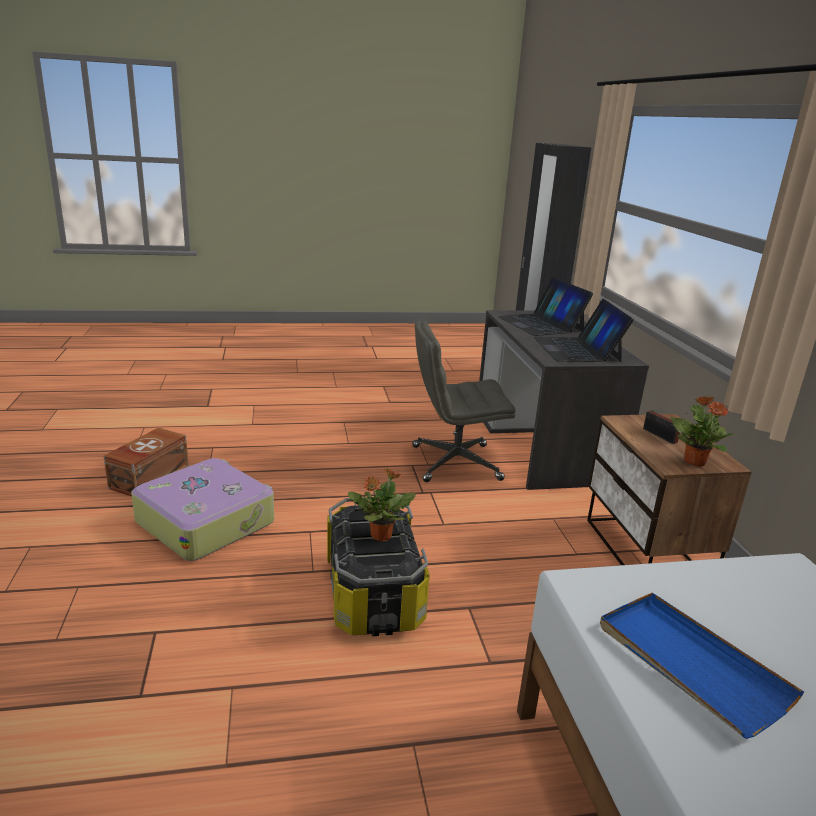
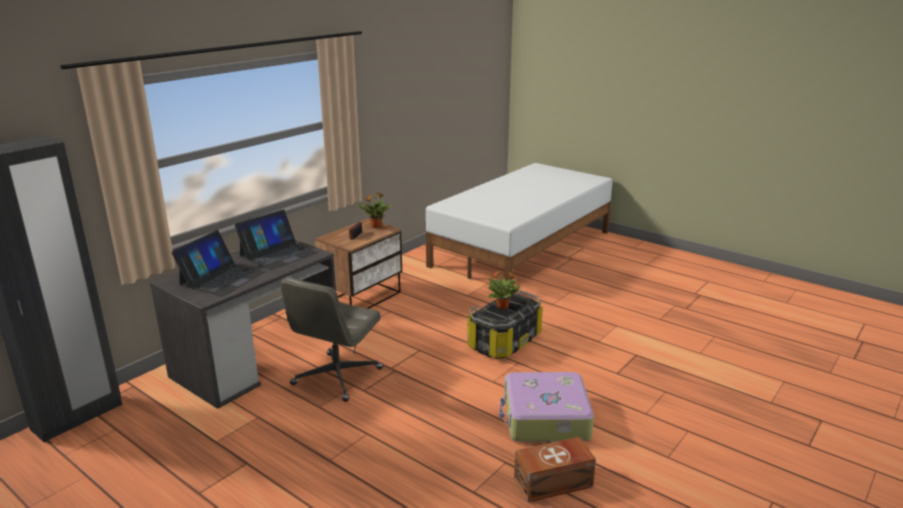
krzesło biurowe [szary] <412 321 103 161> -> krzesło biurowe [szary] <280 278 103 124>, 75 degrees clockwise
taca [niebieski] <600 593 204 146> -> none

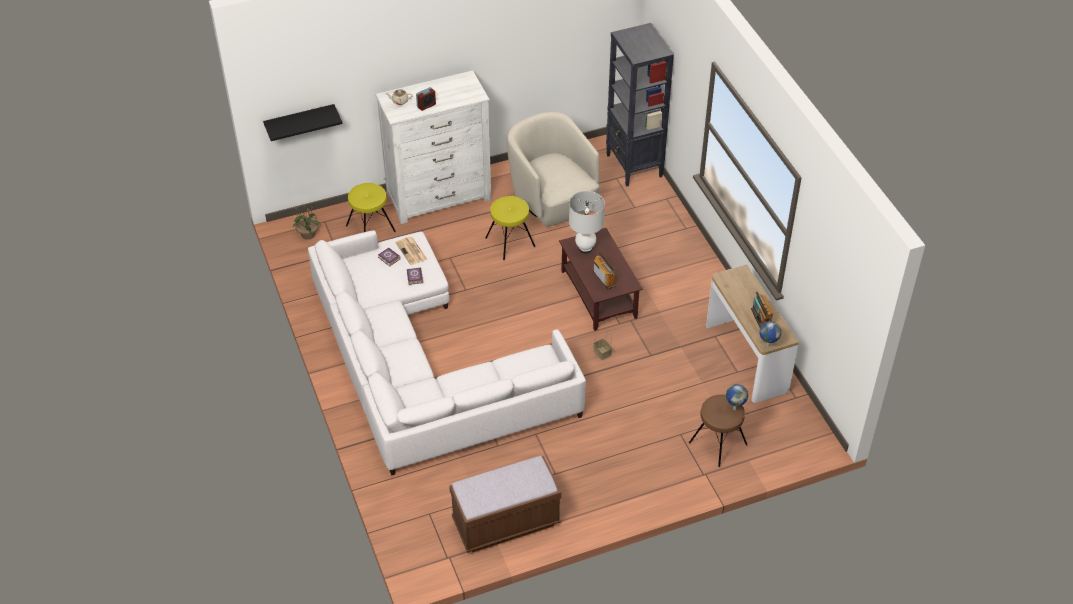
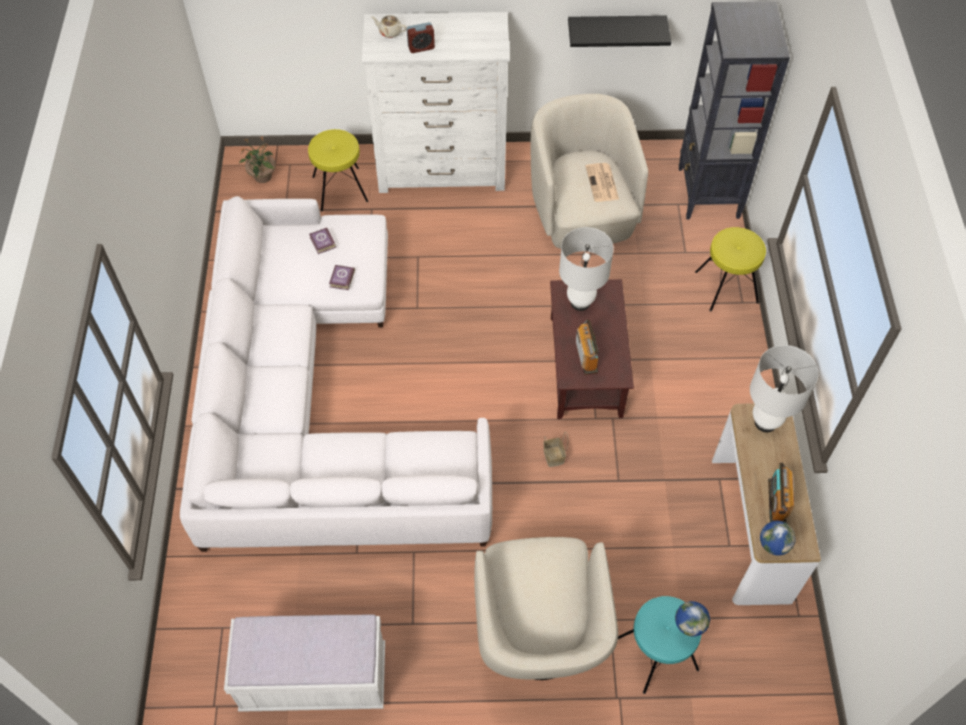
półka [czarny] <263 104 80 37> -> półka [czarny] <568 15 103 32>, shifted
gazeta <395 237 32 28> -> gazeta <586 163 33 39>, shifted
ławka [brązowy] <449 456 112 97> -> ławka [biały] <224 615 161 97>
stołek [żółty] <485 196 50 64> -> stołek [żółty] <695 227 71 85>, shifted
stołek [brązowy] <689 395 58 72> -> stołek [turkusowy] <618 596 83 98>
none -> fotel [beżowy] <474 537 144 143>
none -> lampa stołowa [biały] <750 345 68 87>

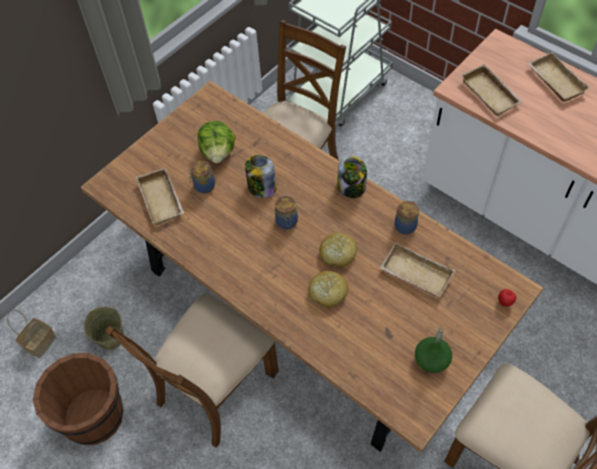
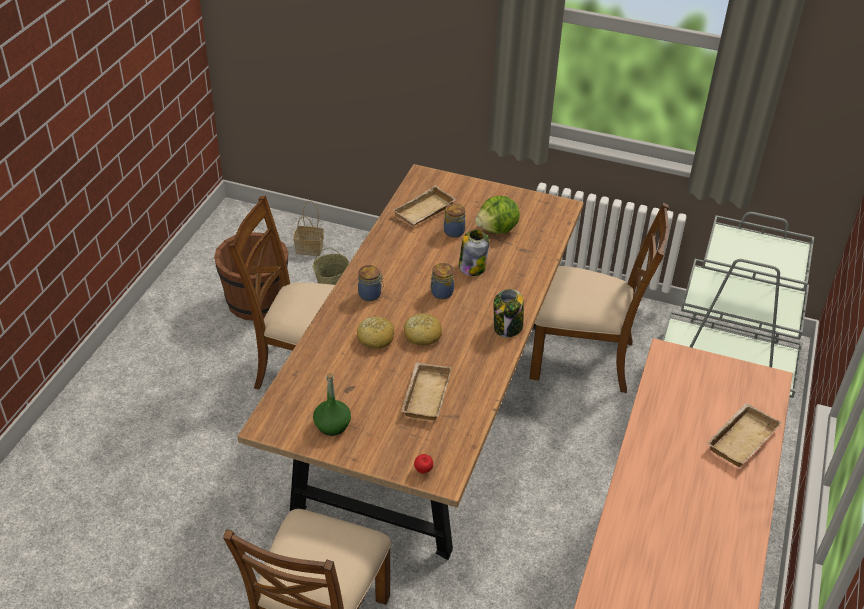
słoik <395 201 24 33> -> słoik <358 265 26 36>, shifted
taca [beżowy] <461 64 62 53> -> none

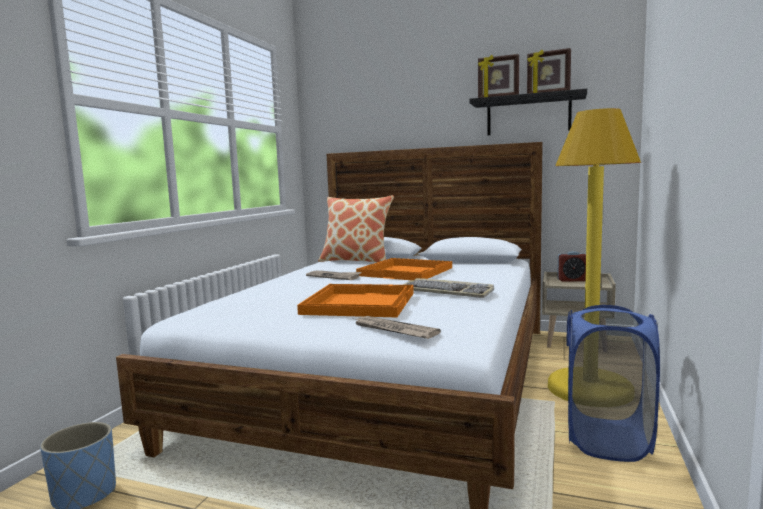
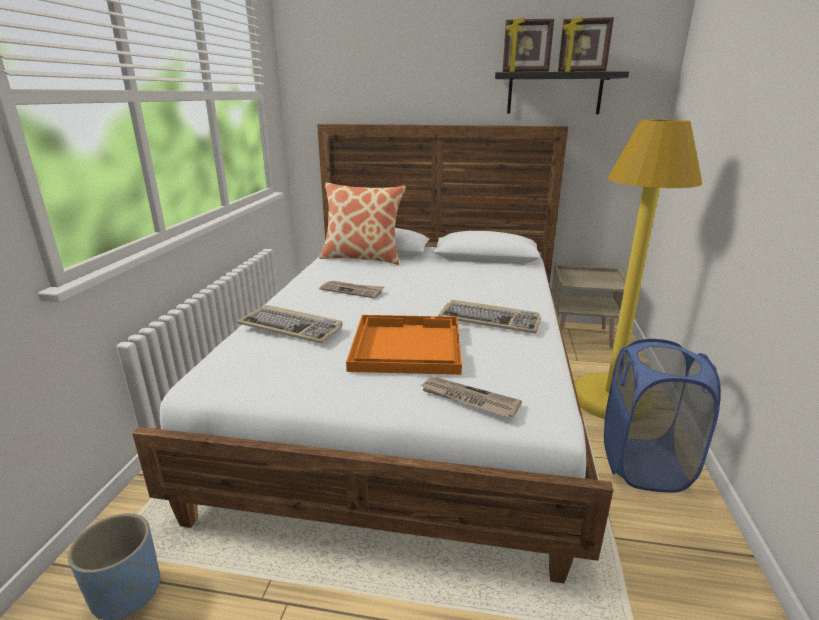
taca [pomarańczowy] <356 258 96 22> -> none
budzik <557 251 29 31> -> none
none -> klawiatura <237 305 106 39>

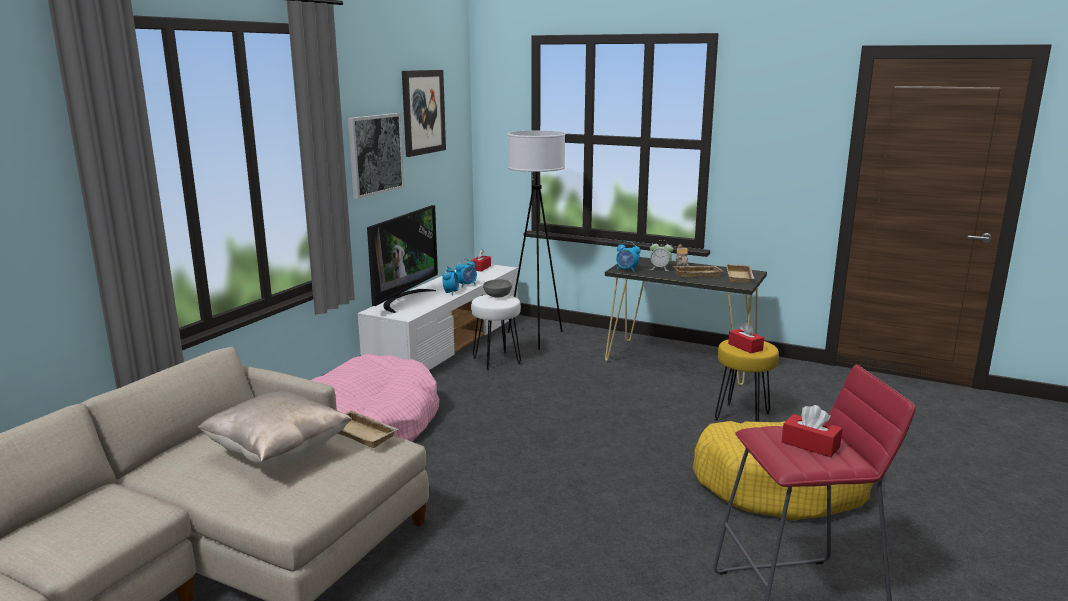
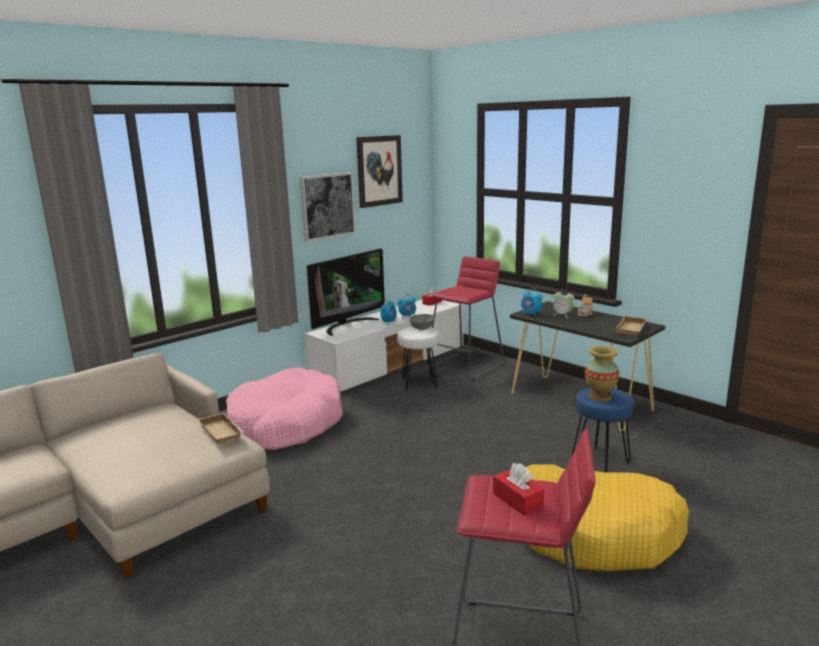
poduszka [beżowy] <198 391 154 75> -> none
lampa stojąca [biały] <508 131 57 219> -> stołek [czerwony] <427 256 77 125>
taca [beżowy] <673 266 50 11> -> none
stołek [żółty] <715 339 64 83> -> stołek [niebieski] <572 388 62 85>
pudełko chusteczek [czerwony] <728 322 36 31> -> wazon <585 346 34 55>

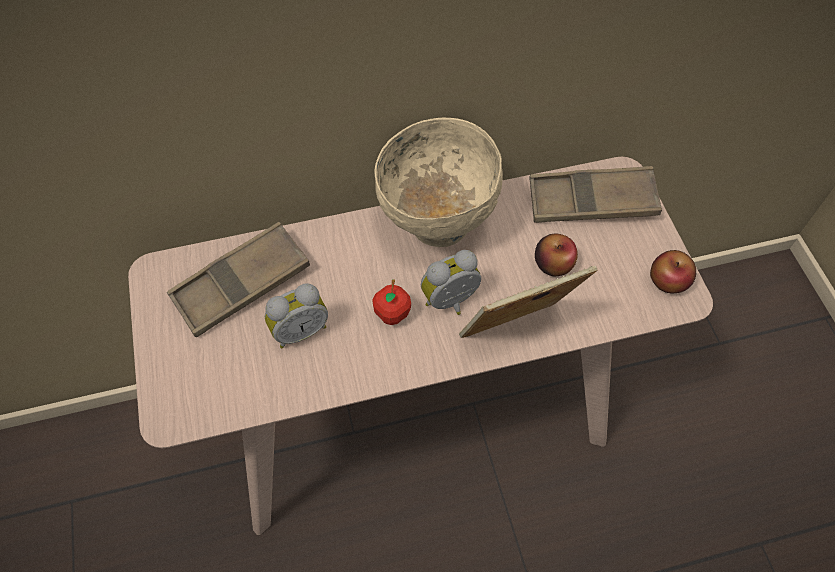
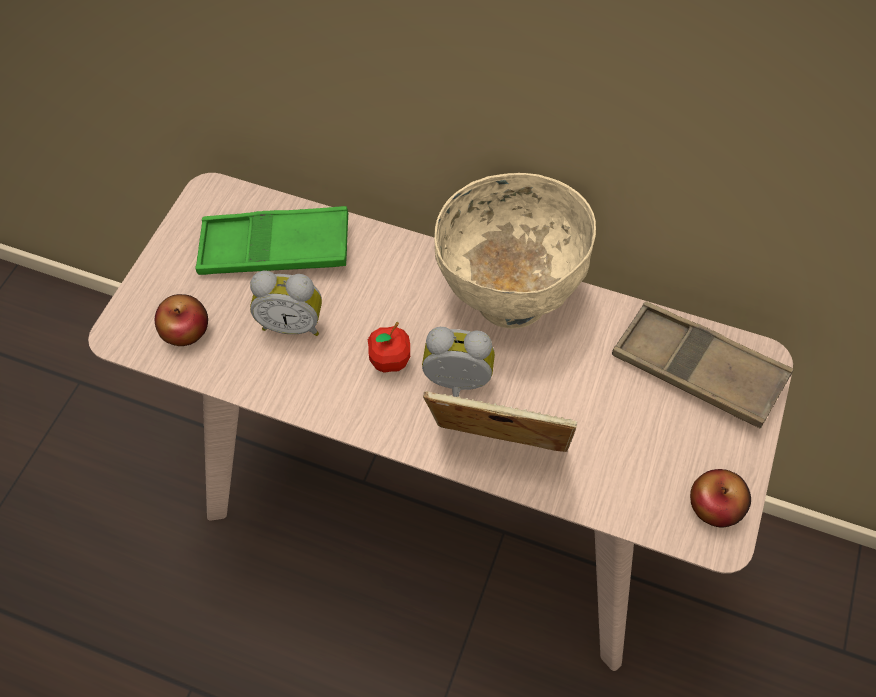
taca [brązowy] <167 222 143 115> -> taca [zielony] <195 206 153 69>
jabłko <535 233 43 43> -> jabłko <155 294 53 52>, shifted

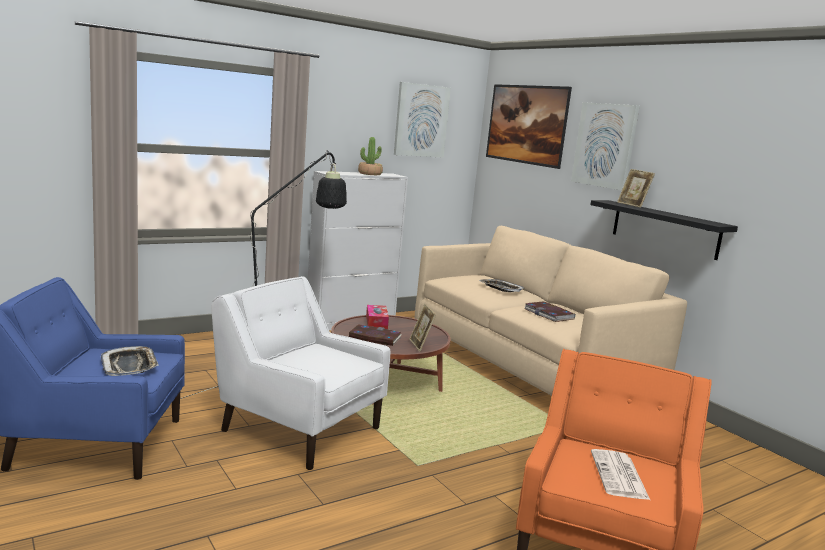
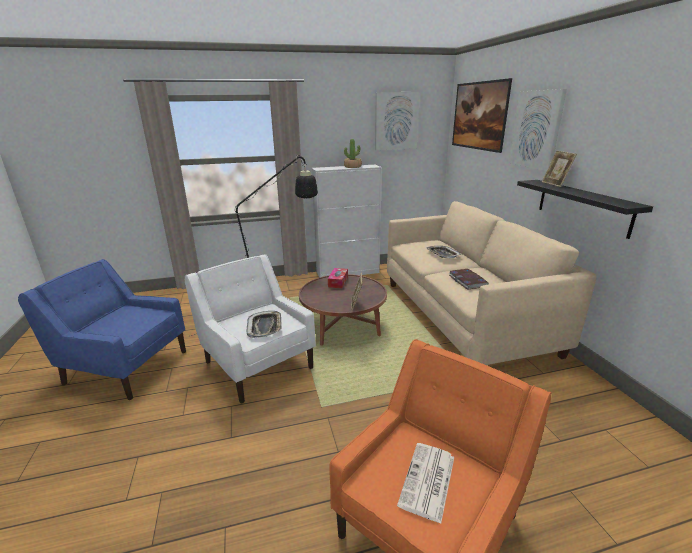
taca <101 346 57 30> -> taca <246 311 36 27>, shifted
książka <348 324 54 22> -> none

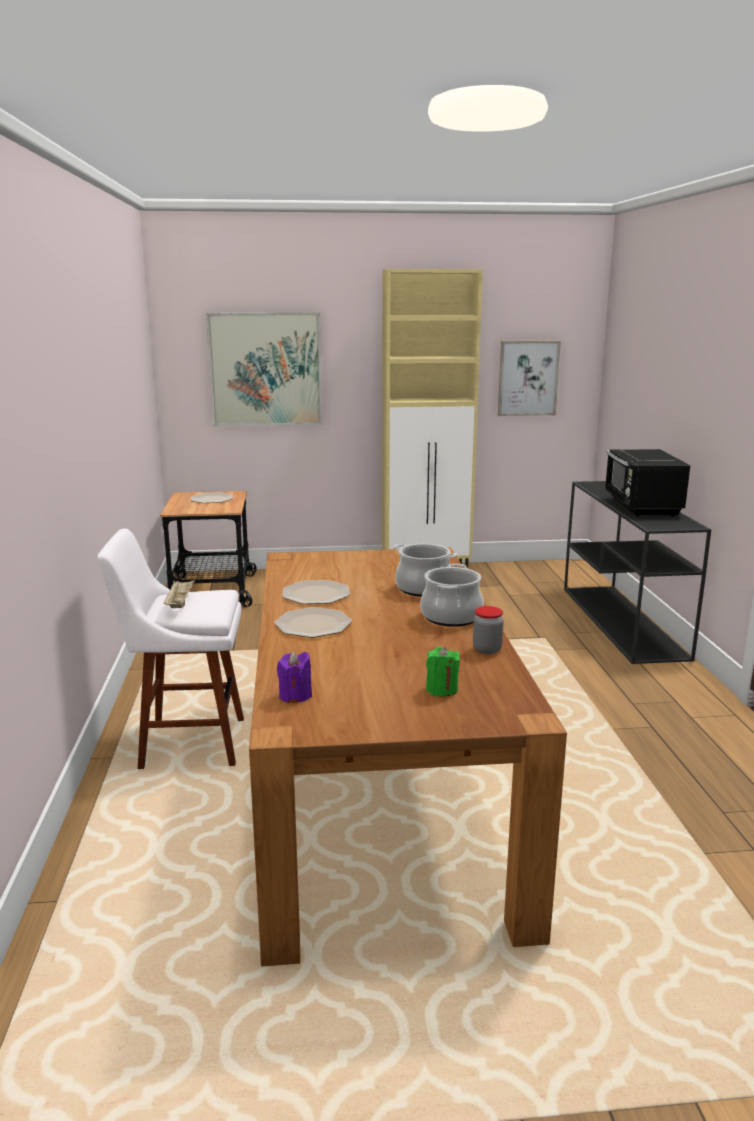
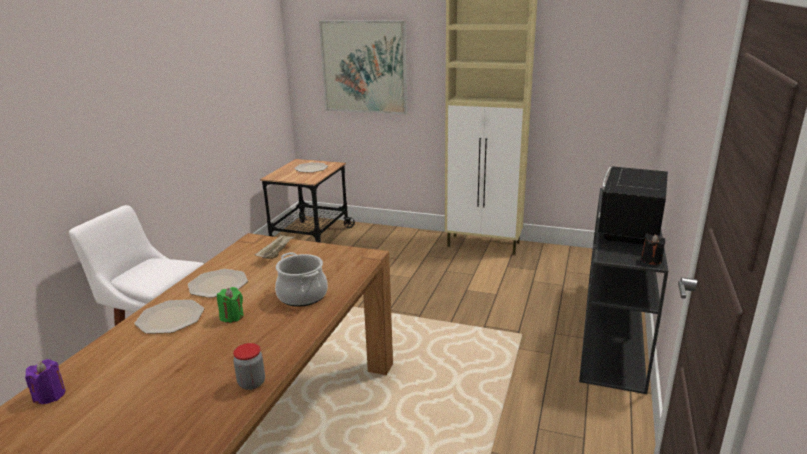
taca [beżowy] <163 580 32 28> -> taca [beżowy] <254 234 42 25>, shifted
garnek <420 564 64 63> -> none
świeca [zielony] <426 647 34 50> -> świeca [zielony] <217 287 27 36>, shifted
obraz <498 341 63 75> -> none
none -> świeca [czarny] <641 234 24 31>

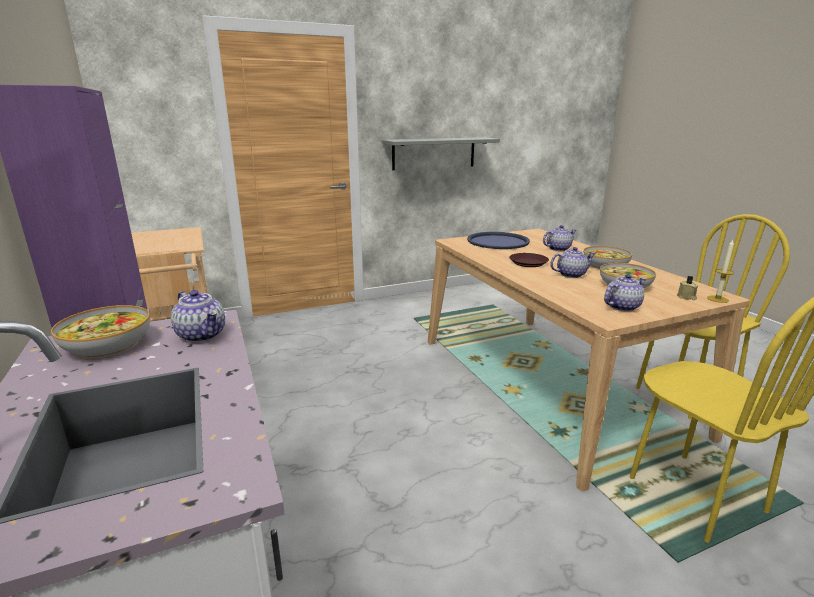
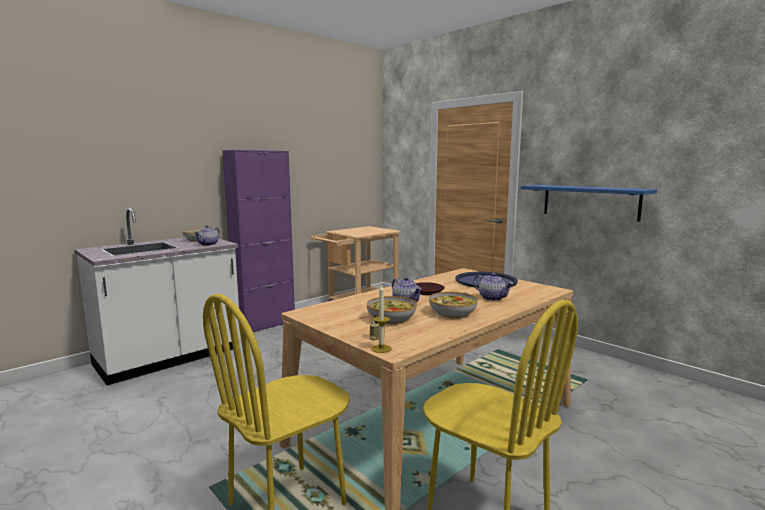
półka [szary] <381 137 119 33> -> półka [niebieski] <521 185 136 37>
imbryk <604 274 42 37> -> none

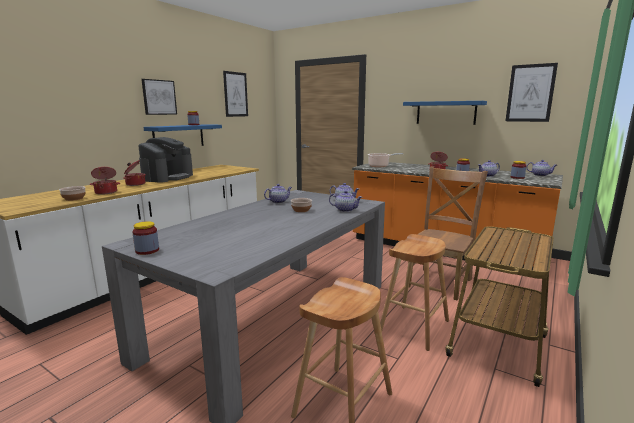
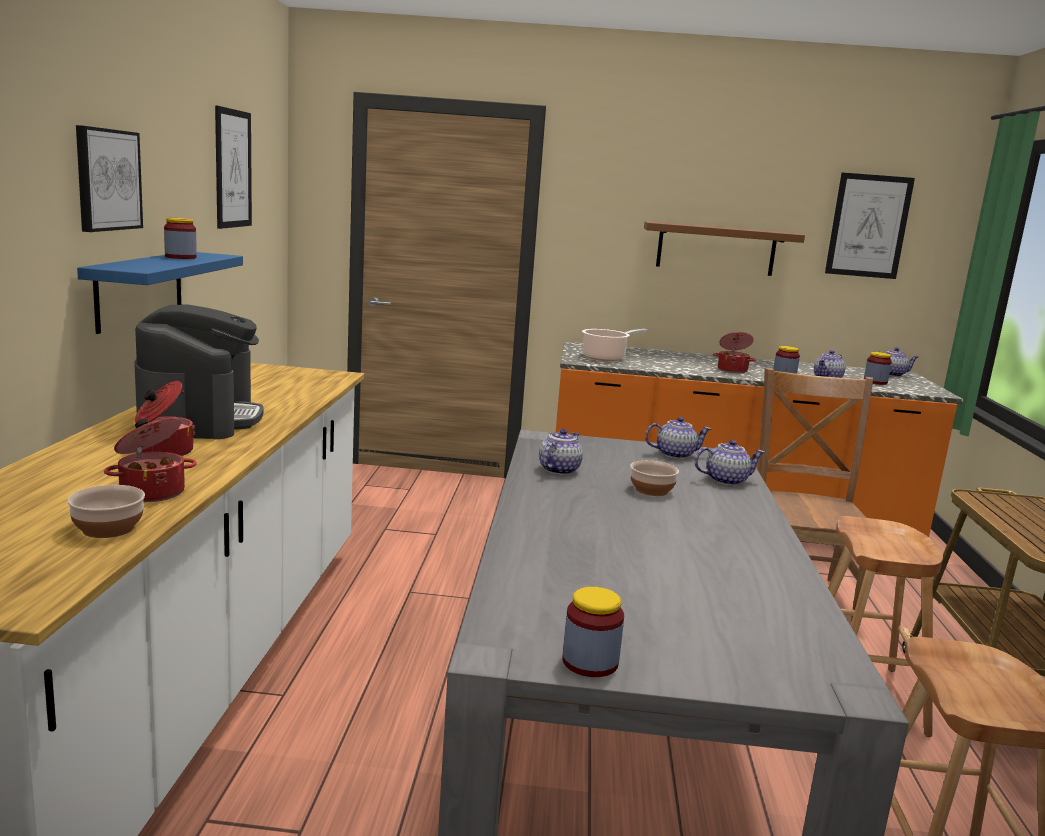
półka [niebieski] <403 101 84 24> -> półka [brązowy] <644 221 161 55>

